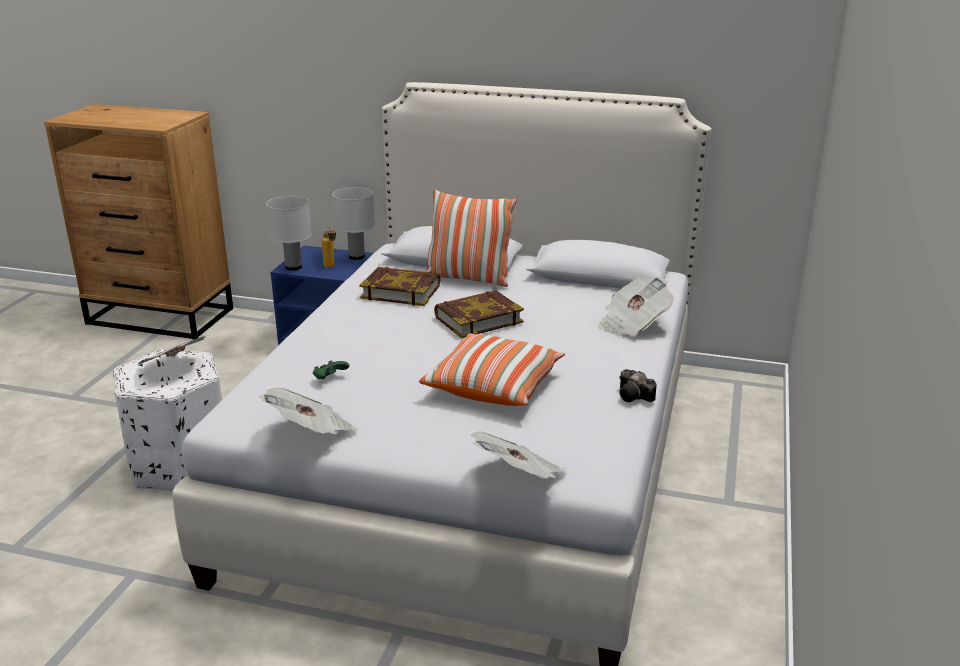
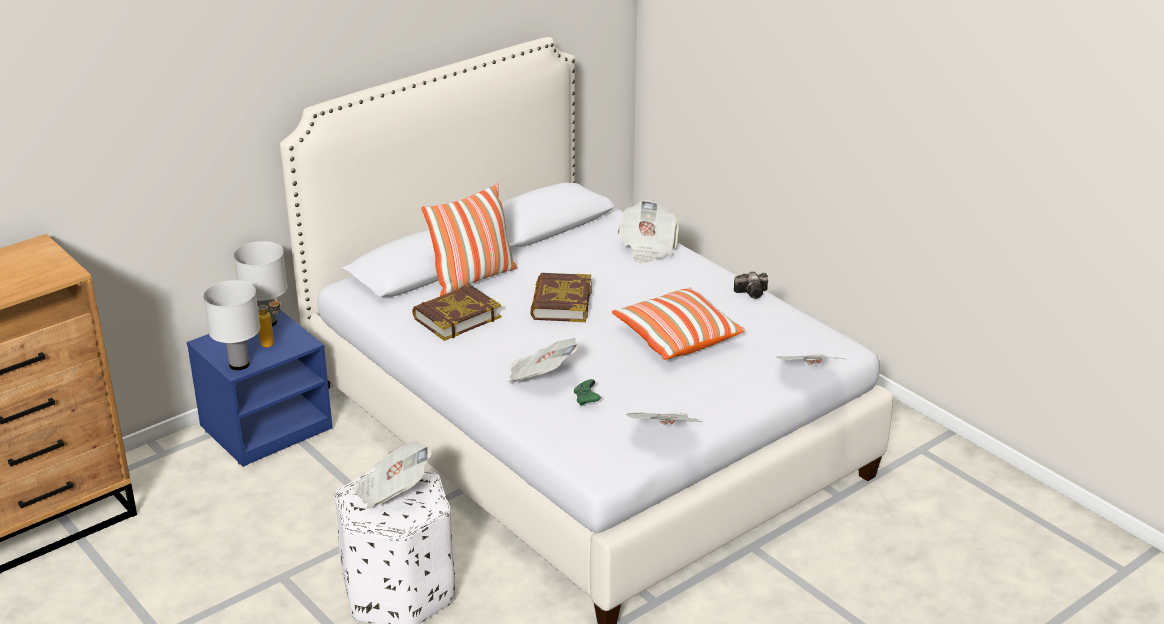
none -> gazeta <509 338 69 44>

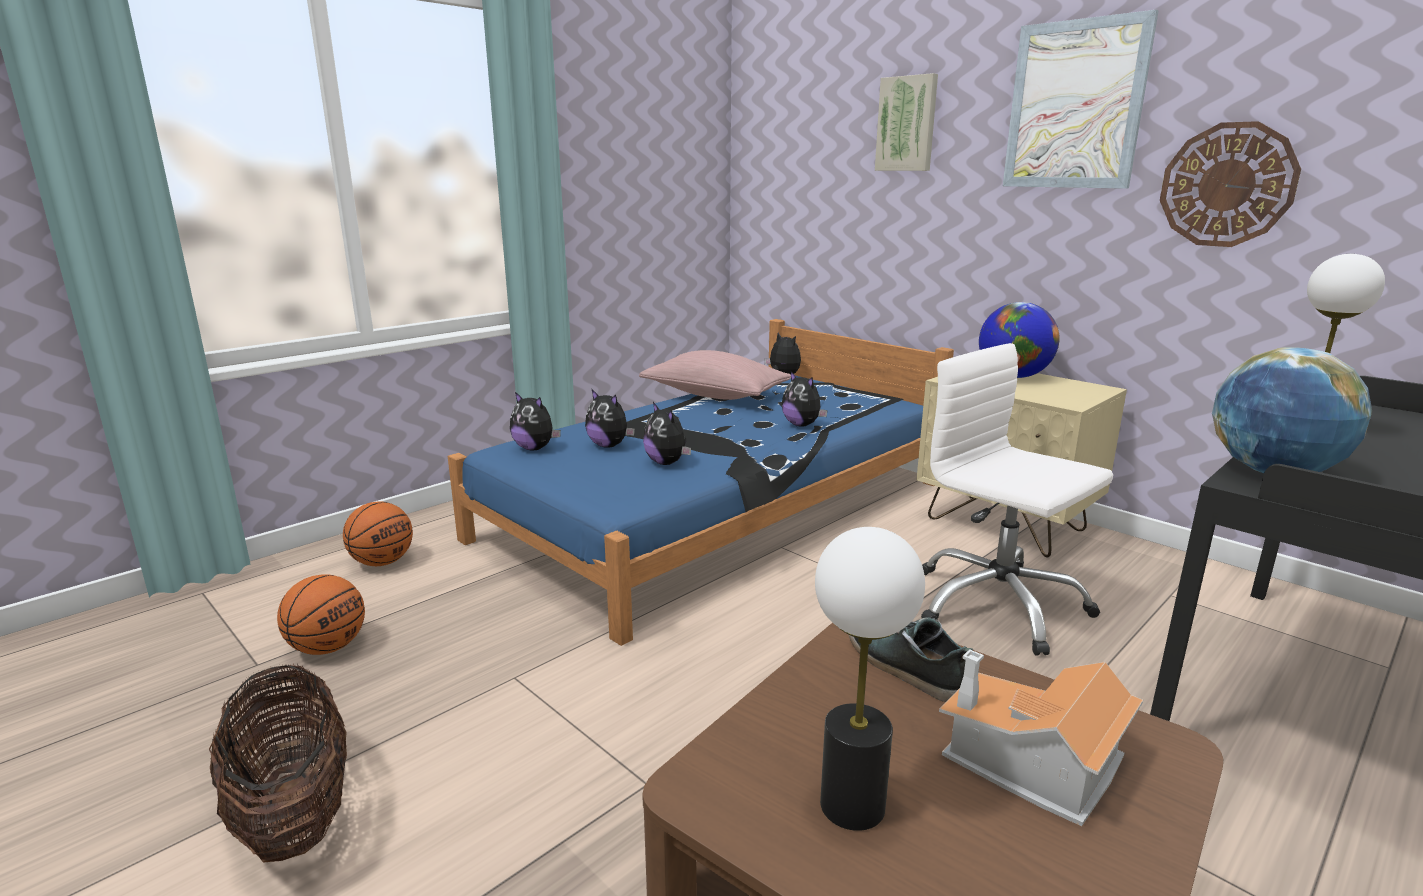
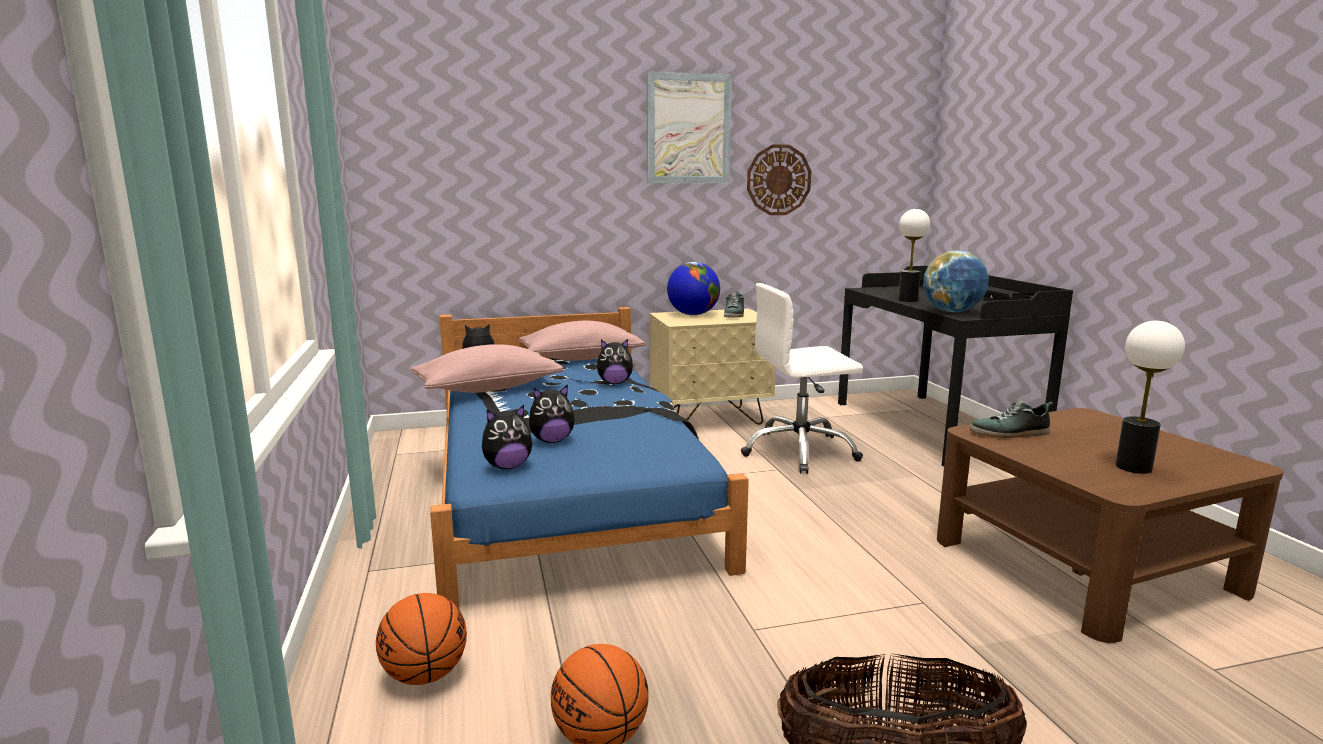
pluszak <643 402 48 63> -> none
obraz <875 73 63 98> -> none
domek <939 649 204 177> -> none
none -> poduszka [różowy] <519 321 126 40>
none -> but <724 291 20 27>

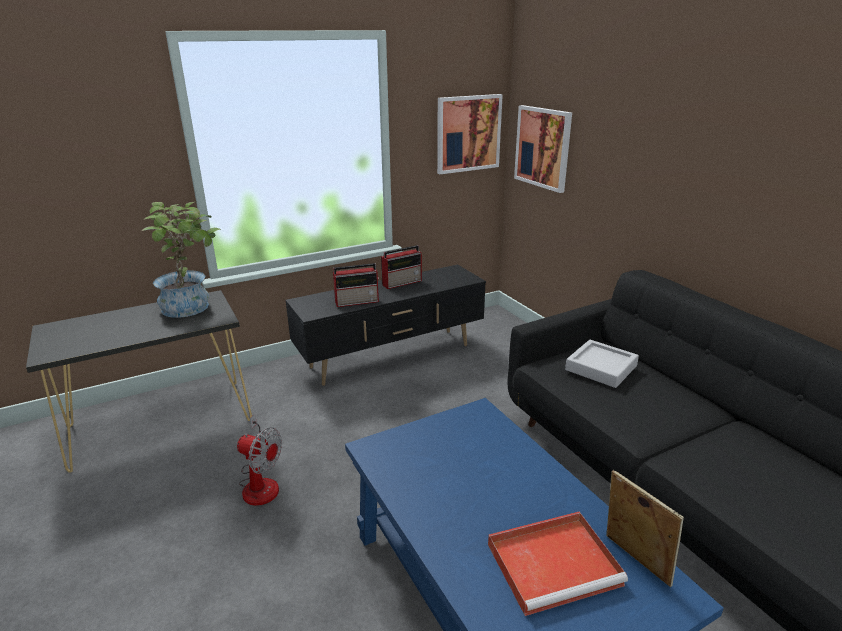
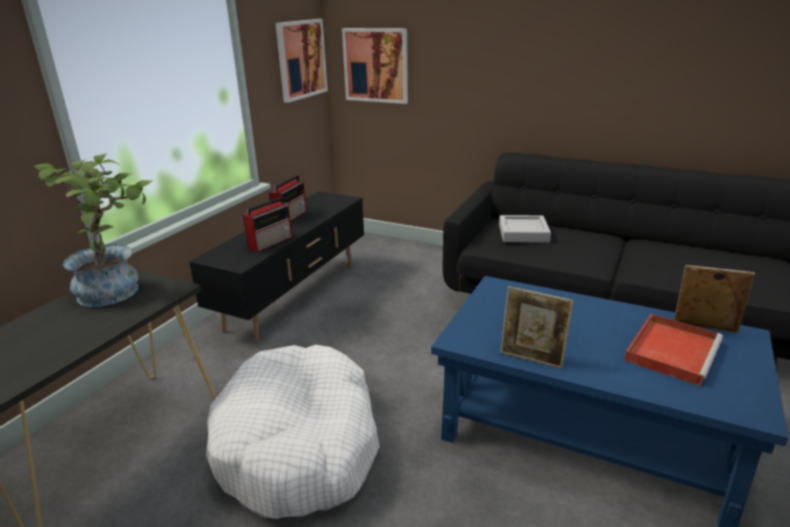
wentylator <237 414 45 92> -> legowisko [biały] <206 345 174 174>
none -> ramka na zdjęcie <500 286 74 83>

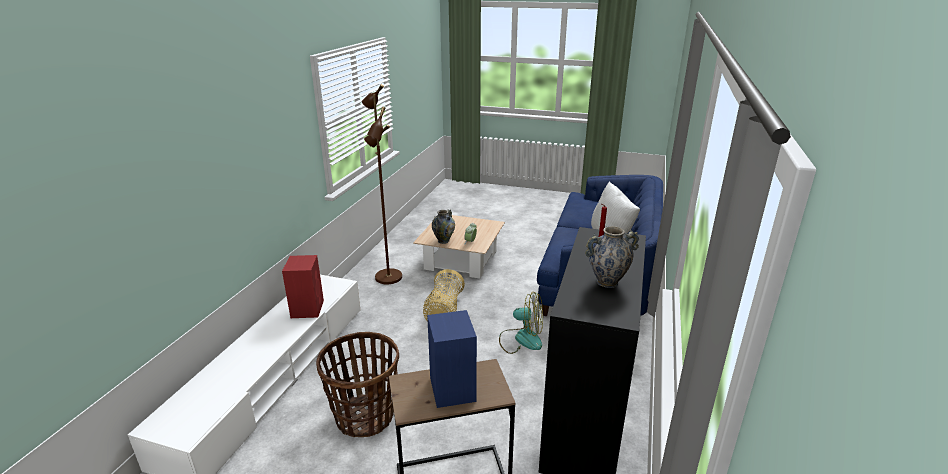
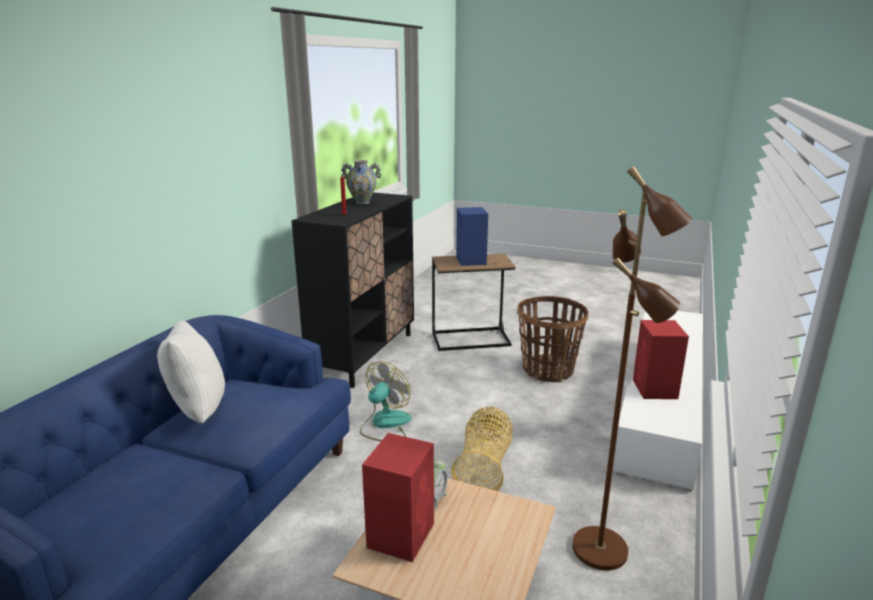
wazon <432 210 23 34> -> none
wentylator <499 292 44 62> -> wentylator <360 362 51 79>, 105 degrees clockwise
none -> głośnik [czerwony] <362 433 72 129>

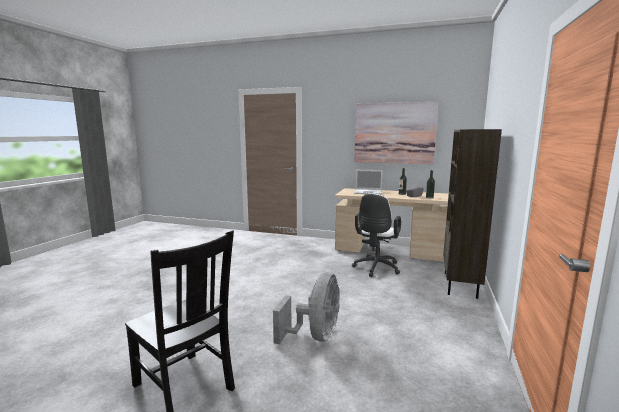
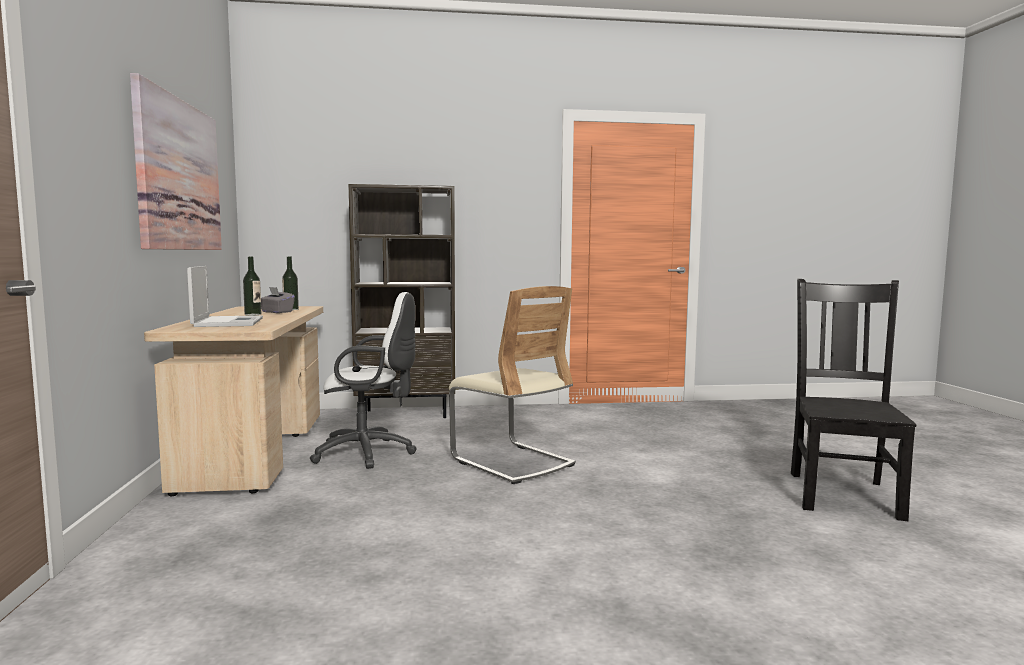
wentylator [szary] <273 272 67 72> -> none
none -> krzesło [beżowy] <449 286 127 198>

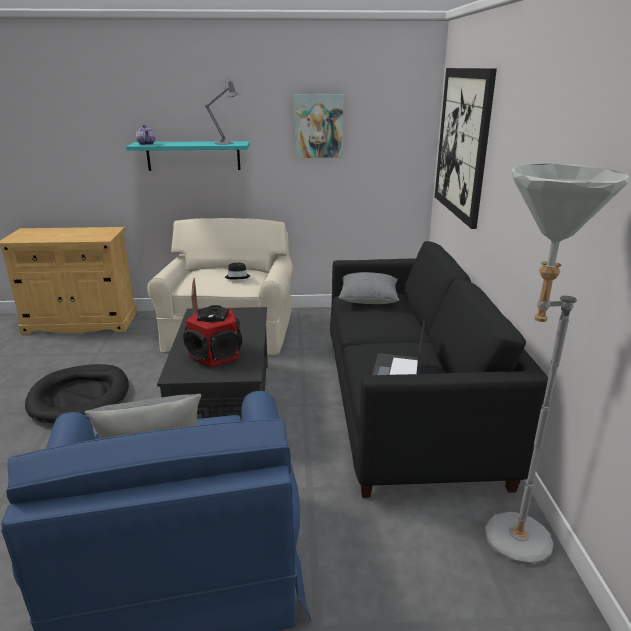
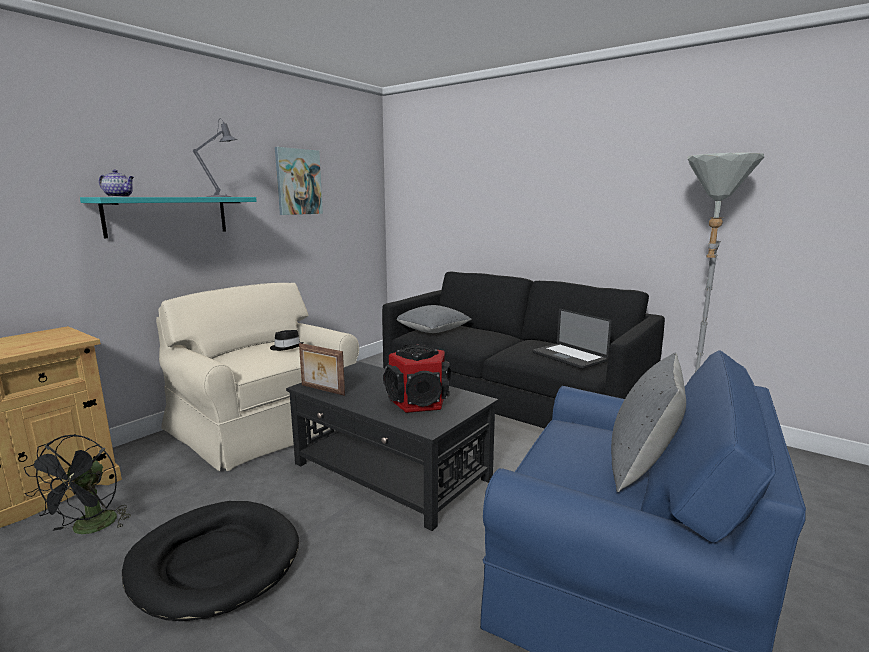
obraz <435 68 62 161> -> none
none -> wentylator [czarny] <24 434 107 100>

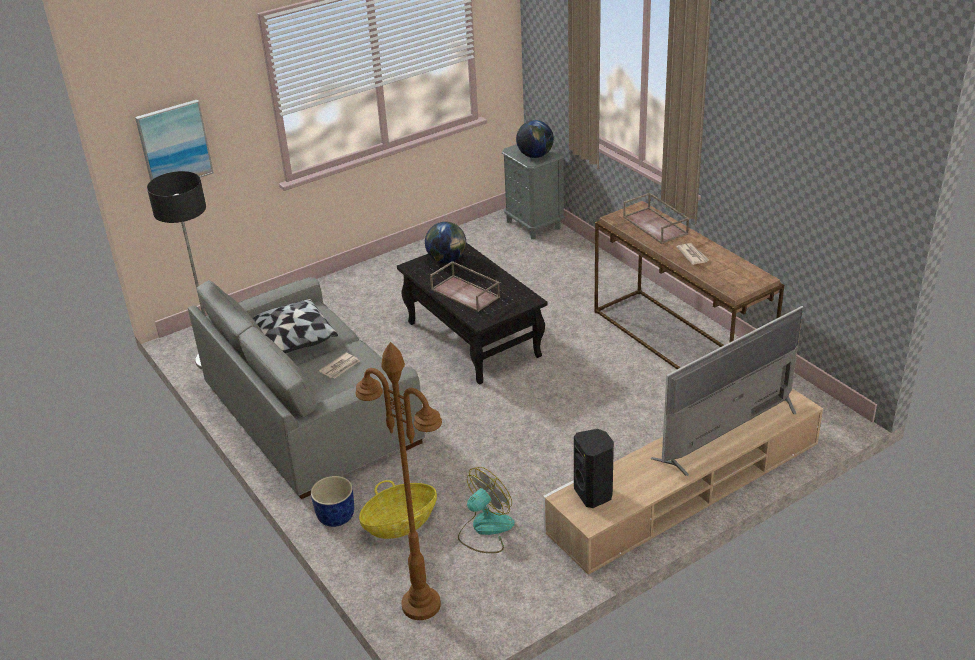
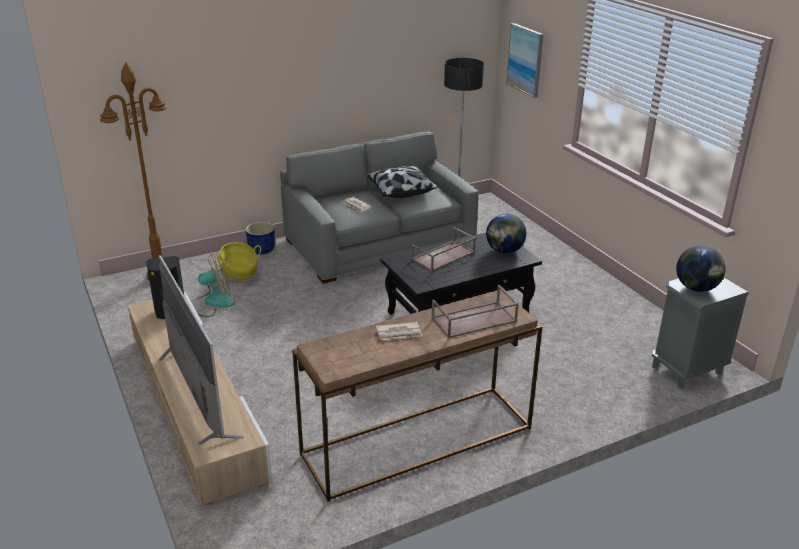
wentylator <458 467 57 86> -> wentylator <191 254 44 63>, 75 degrees counterclockwise

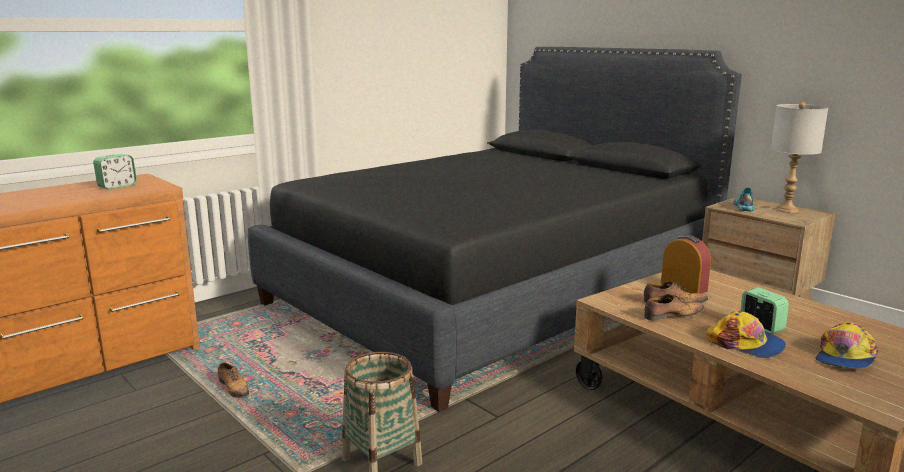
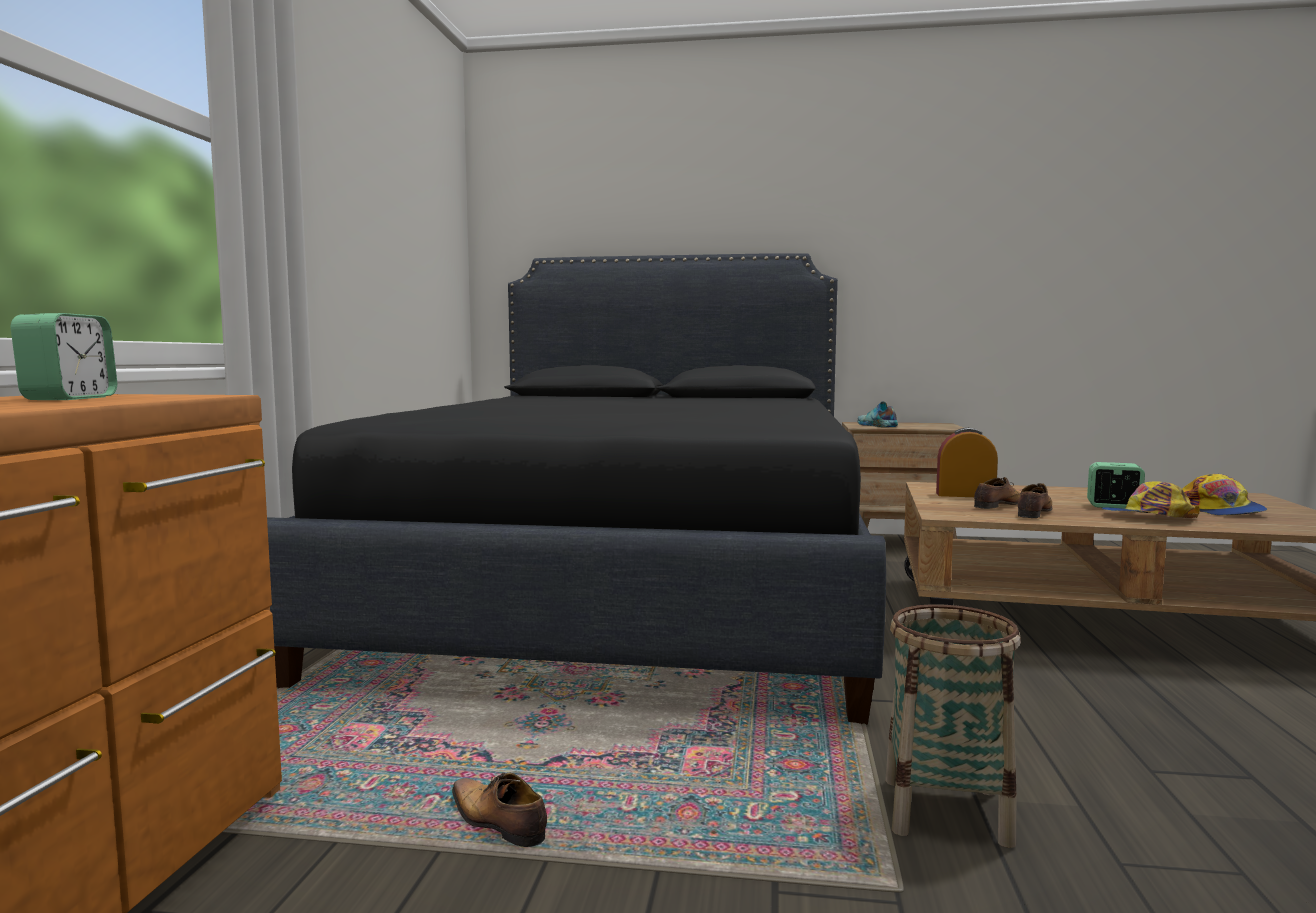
but <218 362 31 36> -> but <452 773 95 74>, 150 degrees counterclockwise
czapka z daszkiem <706 311 80 47> -> czapka z daszkiem <1101 481 99 37>, 150 degrees counterclockwise
lampa stołowa [szary] <771 102 57 111> -> none

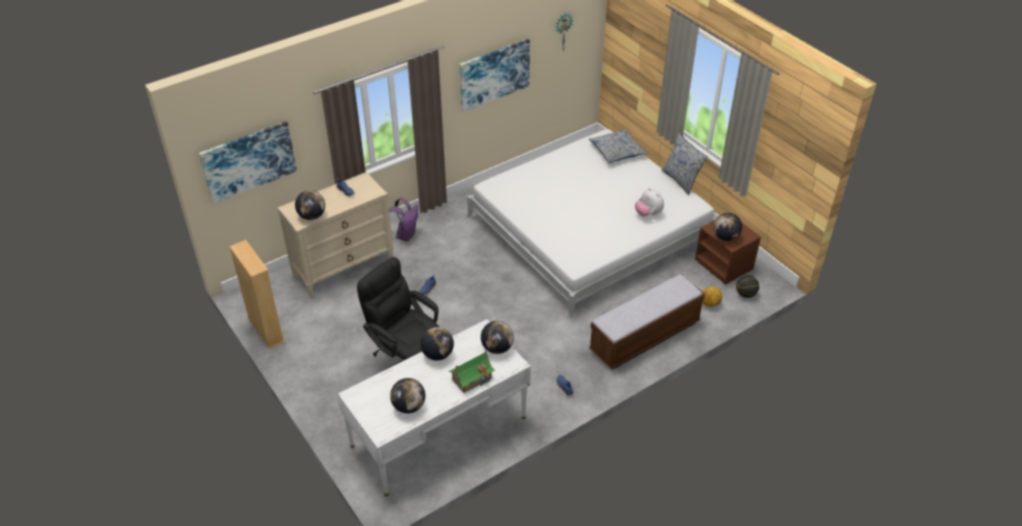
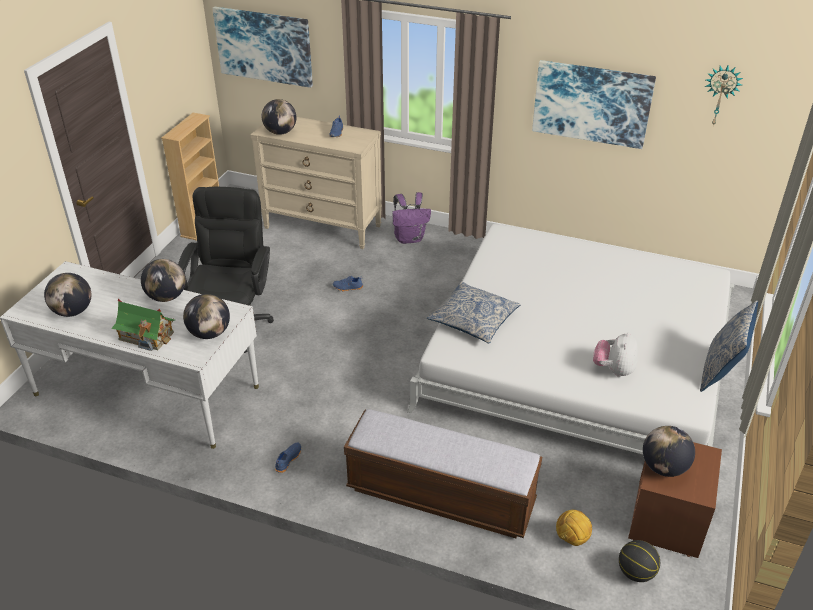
poduszka <589 129 58 34> -> poduszka <427 281 94 63>, shifted

